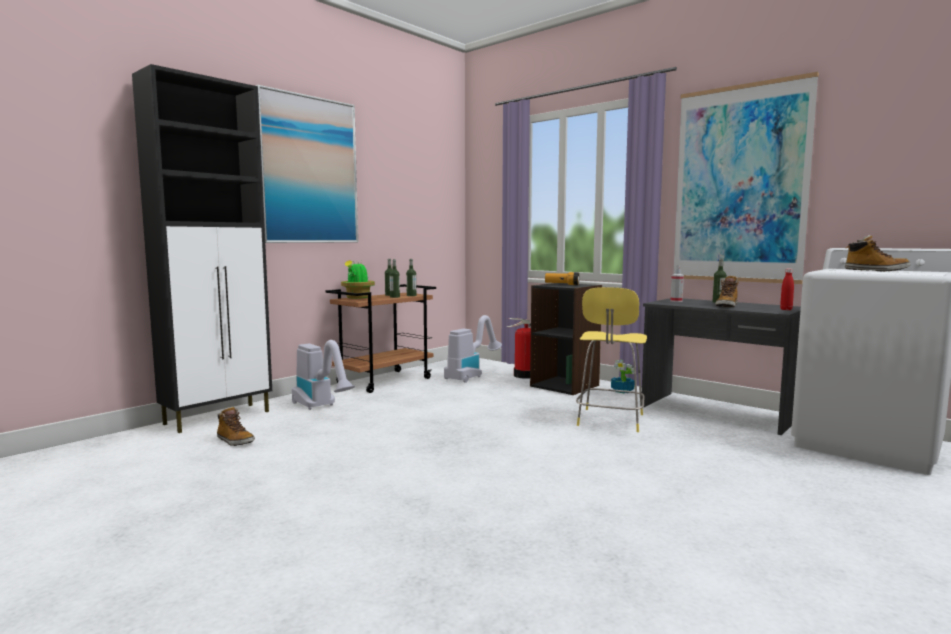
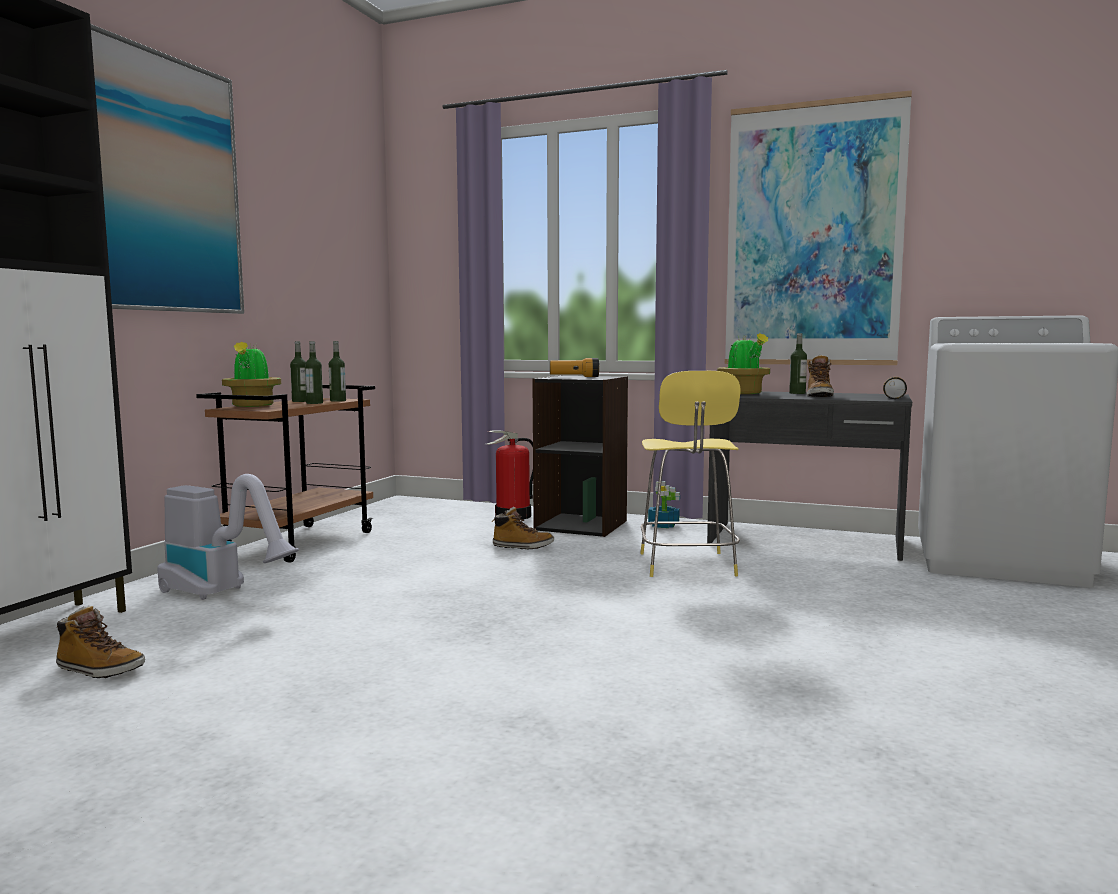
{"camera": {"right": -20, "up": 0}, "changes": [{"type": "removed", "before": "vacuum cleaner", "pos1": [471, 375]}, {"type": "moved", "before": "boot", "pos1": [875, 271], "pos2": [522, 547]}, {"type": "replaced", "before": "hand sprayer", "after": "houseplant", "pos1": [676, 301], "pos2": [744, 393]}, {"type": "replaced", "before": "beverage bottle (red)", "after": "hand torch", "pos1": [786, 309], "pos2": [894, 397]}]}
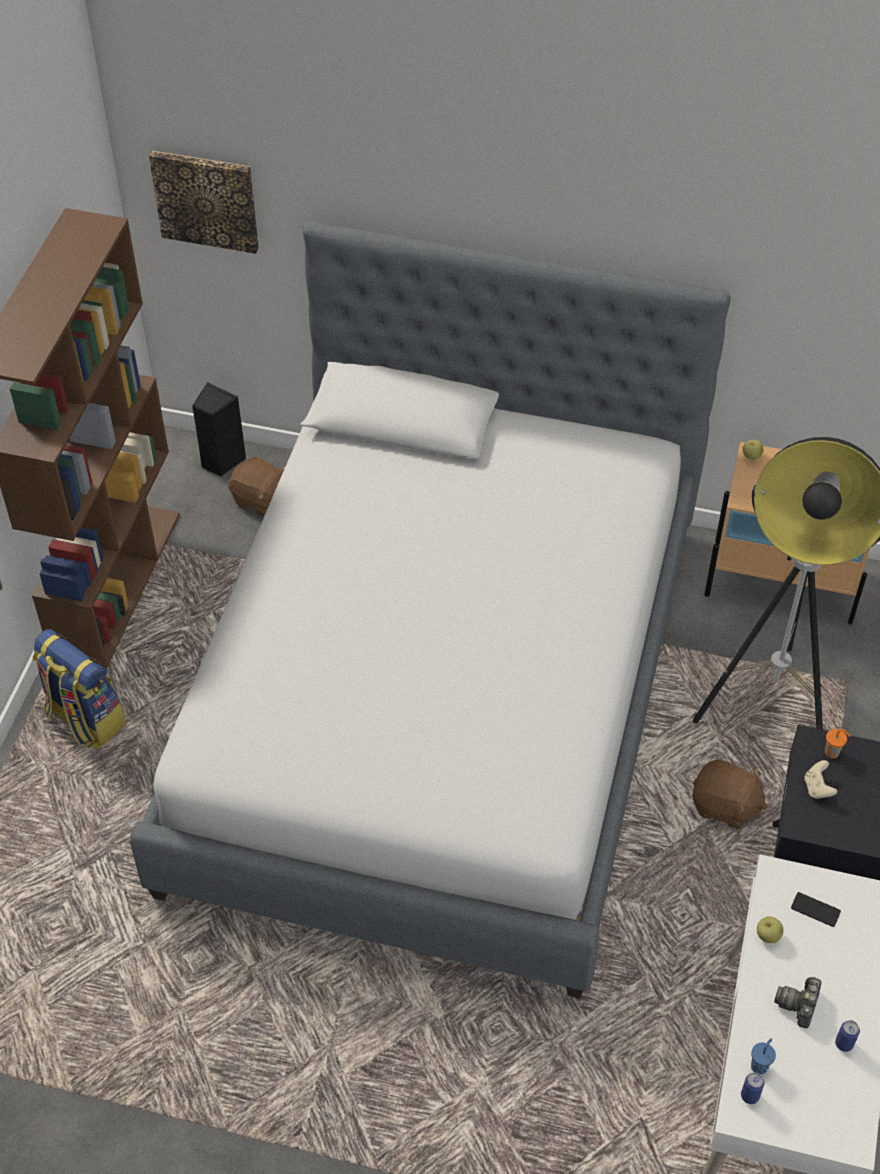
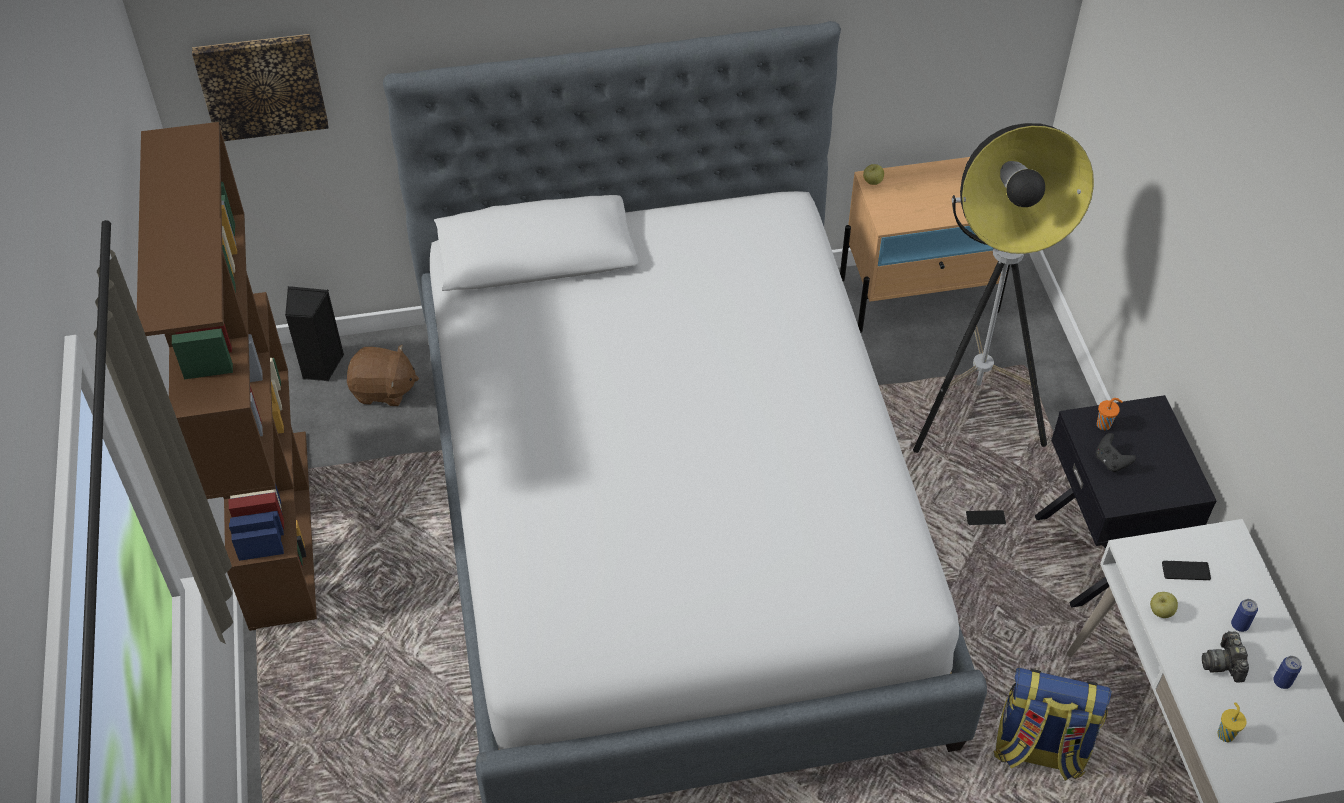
{"camera": {"right": -25, "up": 0}, "changes": [{"type": "moved", "before": "backpack", "pos1": [84, 719], "pos2": [1039, 750]}, {"type": "moved", "before": "can", "pos1": [749, 1096], "pos2": [1239, 625]}, {"type": "replaced", "before": "soft toy (brown-coloured)", "after": "phone", "pos1": [725, 806], "pos2": [985, 518]}, {"type": "recoloured", "before": "drinking cup (bluish)", "after": "drinking cup (yellow-coloured)", "pos1": [759, 1066], "pos2": [1225, 733]}, {"type": "recoloured", "before": "gamepad (beige-coloured)", "after": "gamepad (black-coloured)", "pos1": [817, 788], "pos2": [1111, 461]}]}
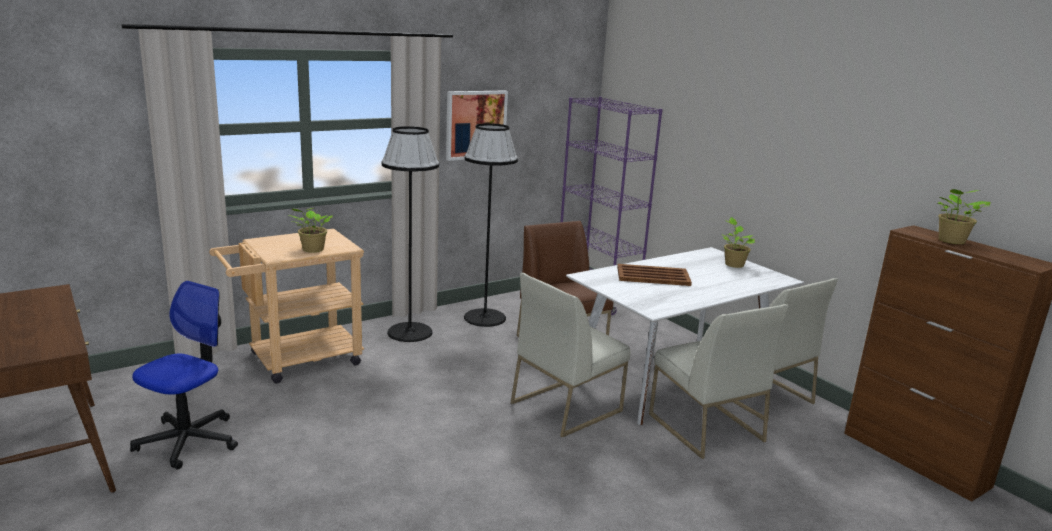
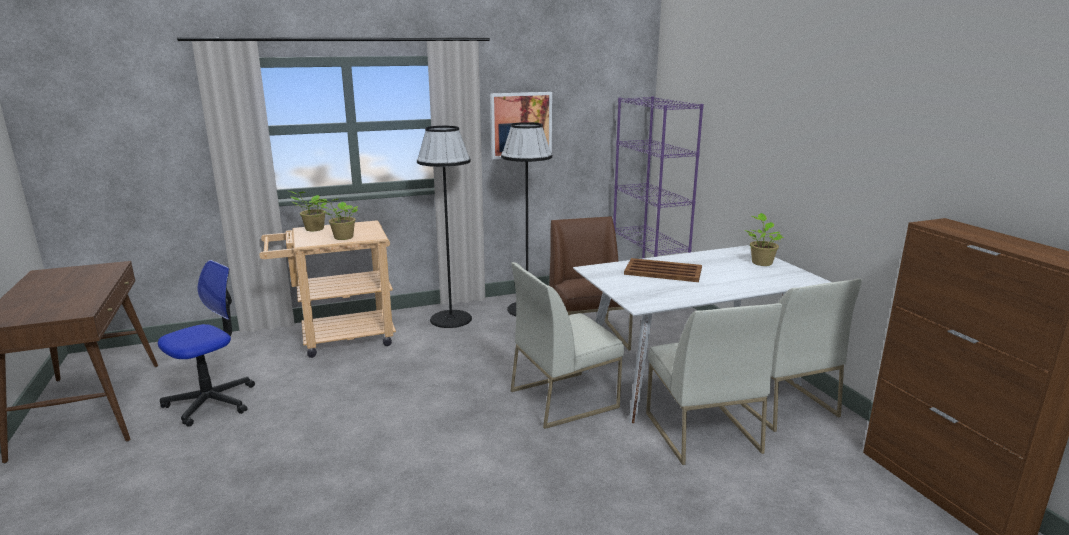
{"camera": {"right": 15, "up": 0}, "changes": [{"type": "moved", "before": "houseplant", "pos1": [951, 241], "pos2": [313, 229]}]}
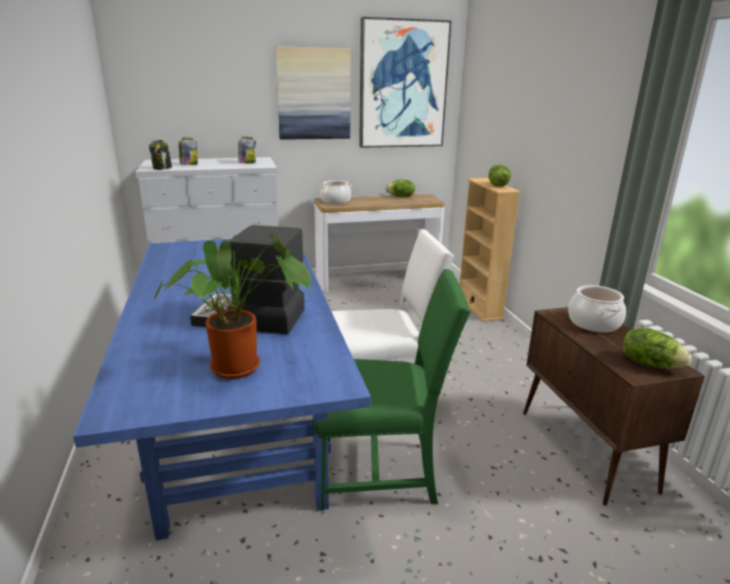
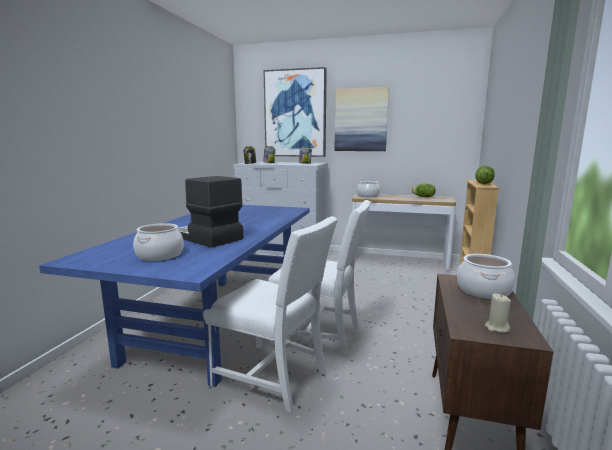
{"camera": {"right": 30, "up": -10}, "changes": [{"type": "moved", "before": "wall art", "pos1": [402, 85], "pos2": [295, 113]}, {"type": "replaced", "before": "houseplant", "after": "stockpot", "pos1": [241, 366], "pos2": [160, 255]}, {"type": "replaced", "before": "head of lettuce", "after": "wax candle (beige-coloured)", "pos1": [649, 363], "pos2": [497, 328]}, {"type": "recoloured", "before": "chair (green-coloured)", "after": "chair (white)", "pos1": [381, 471], "pos2": [273, 377]}]}
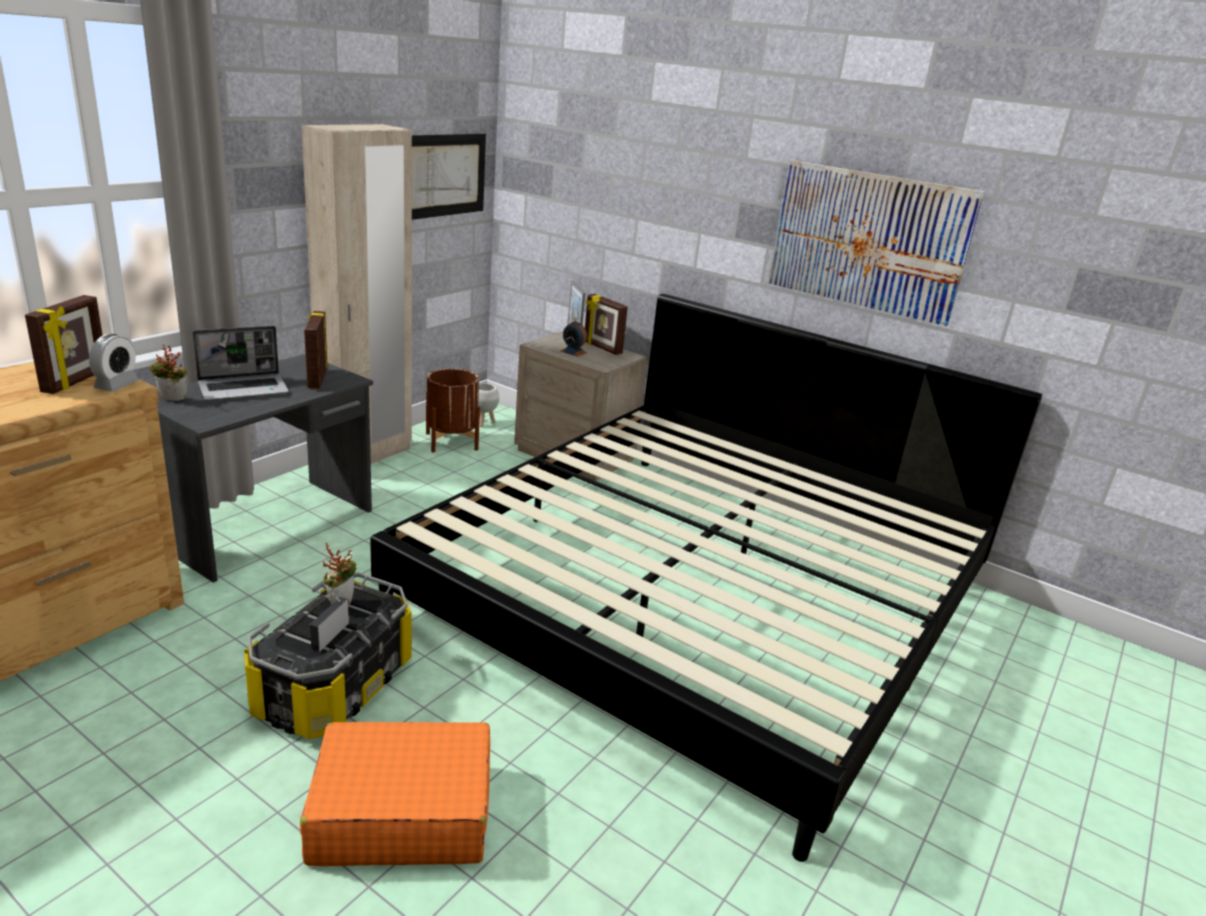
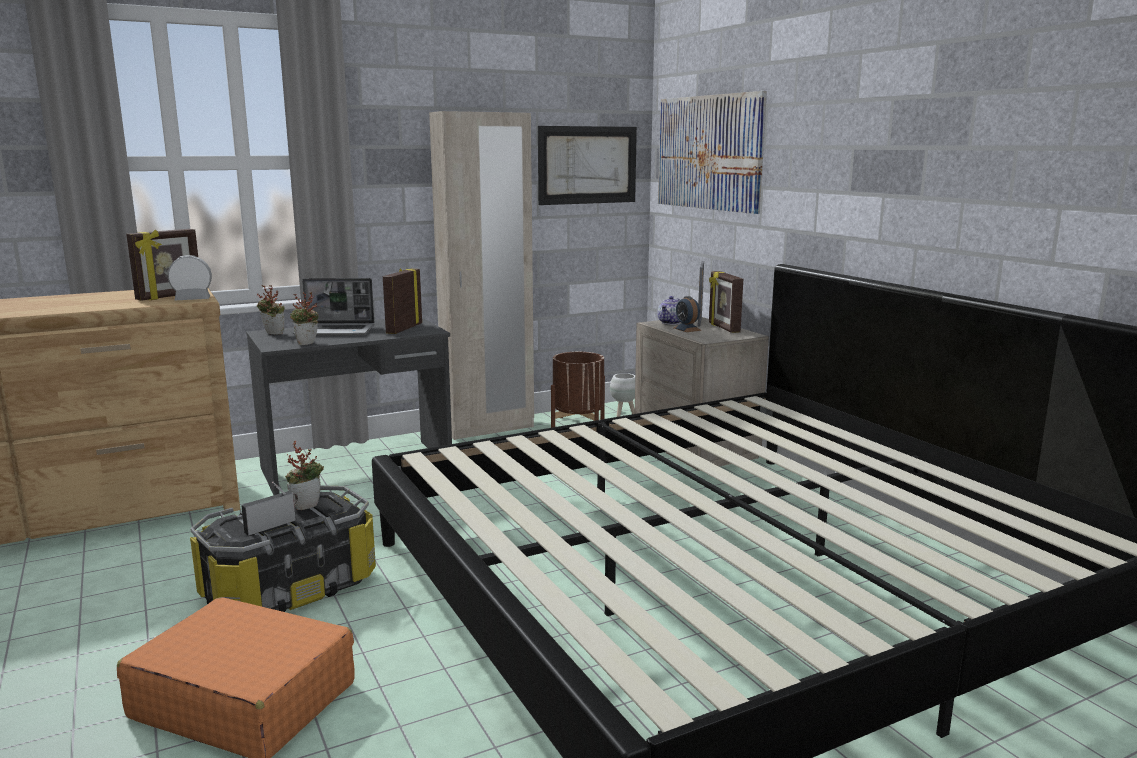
{"camera": {"right": 30, "up": -10}, "changes": [{"type": "added", "after": "houseplant", "pos2": [307, 344]}, {"type": "added", "after": "pot for tea", "pos2": [671, 323]}, {"type": "moved", "before": "wall art", "pos1": [868, 240], "pos2": [709, 152]}, {"type": "turned", "before": "table clock", "pos1": [117, 385], "pos2": [192, 299], "turn": -150}]}
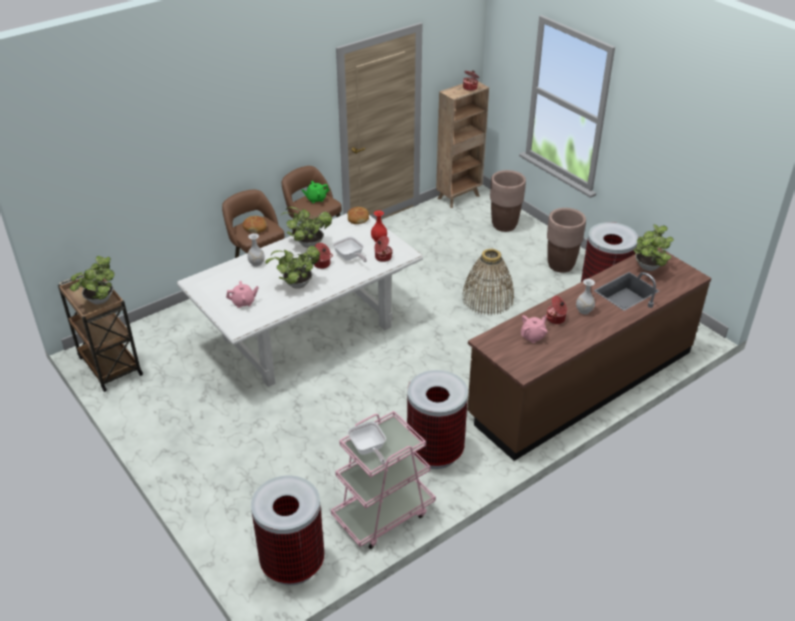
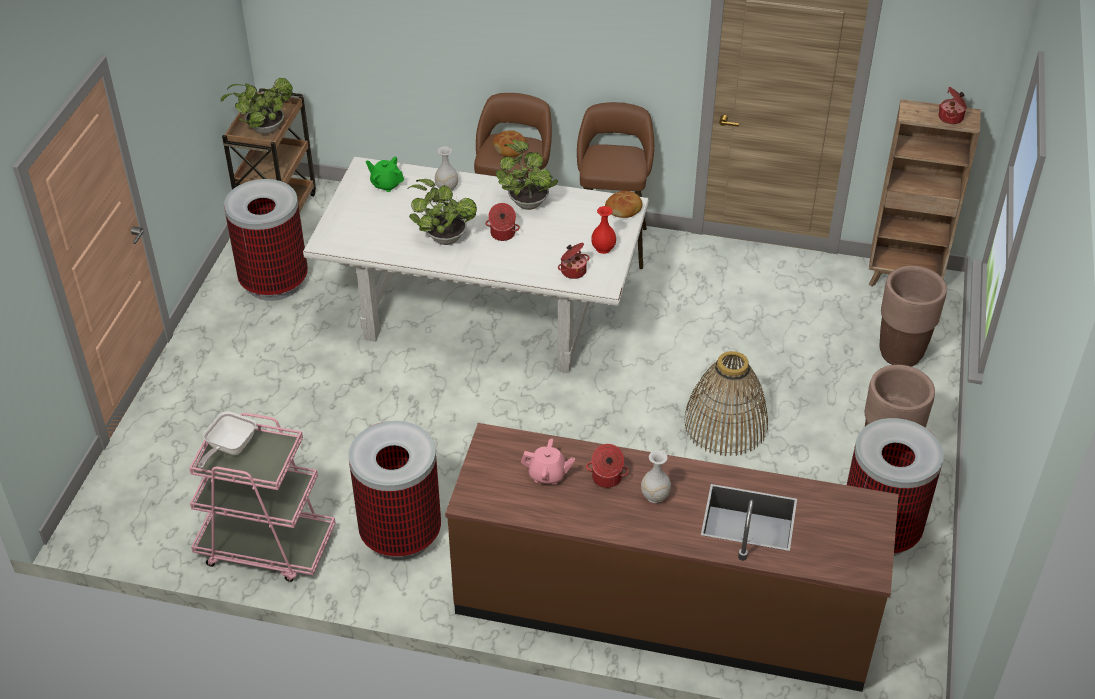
{"camera": {"right": 50, "up": 5}, "changes": [{"type": "removed", "before": "pot for tea (pink-coloured)", "pos1": [243, 302]}, {"type": "removed", "before": "skillet", "pos1": [350, 257]}, {"type": "removed", "before": "houseplant", "pos1": [648, 268]}, {"type": "moved", "before": "rubbish bin", "pos1": [292, 563], "pos2": [274, 282]}, {"type": "moved", "before": "pot for tea (green-coloured)", "pos1": [316, 199], "pos2": [386, 184]}]}
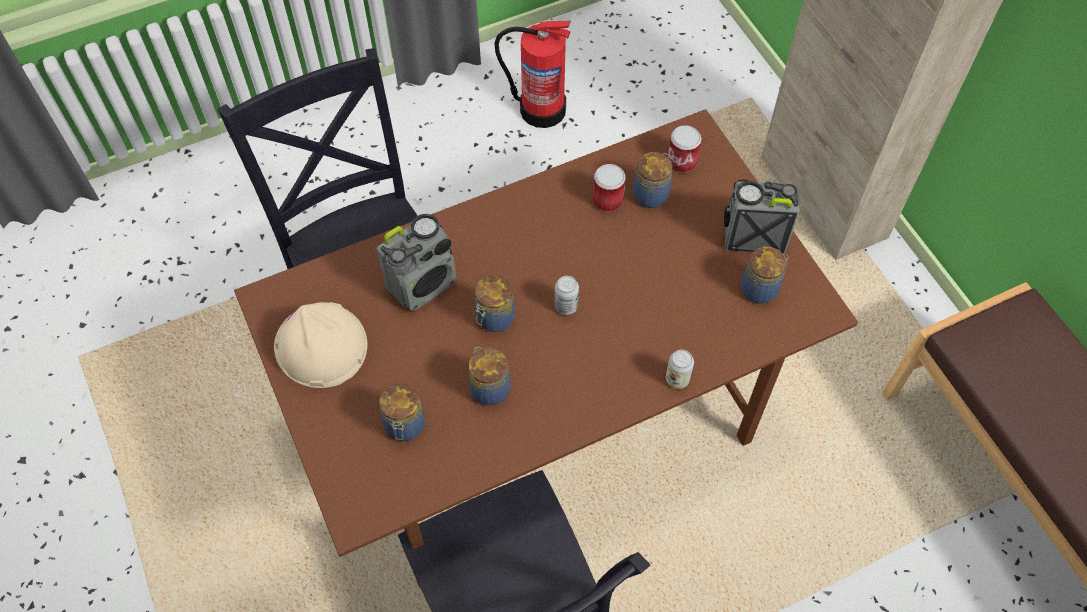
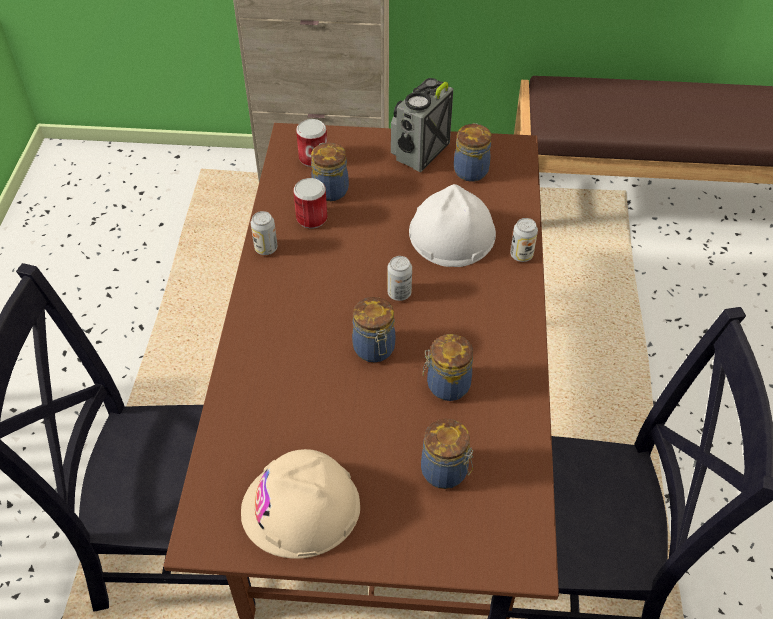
{"camera": {"right": -60, "up": -10}, "changes": [{"type": "removed", "before": "radio set", "pos1": [423, 284]}, {"type": "removed", "before": "fire extinguisher", "pos1": [541, 109]}, {"type": "added", "after": "can", "pos2": [266, 248]}, {"type": "added", "after": "hard hat (white)", "pos2": [451, 233]}]}
